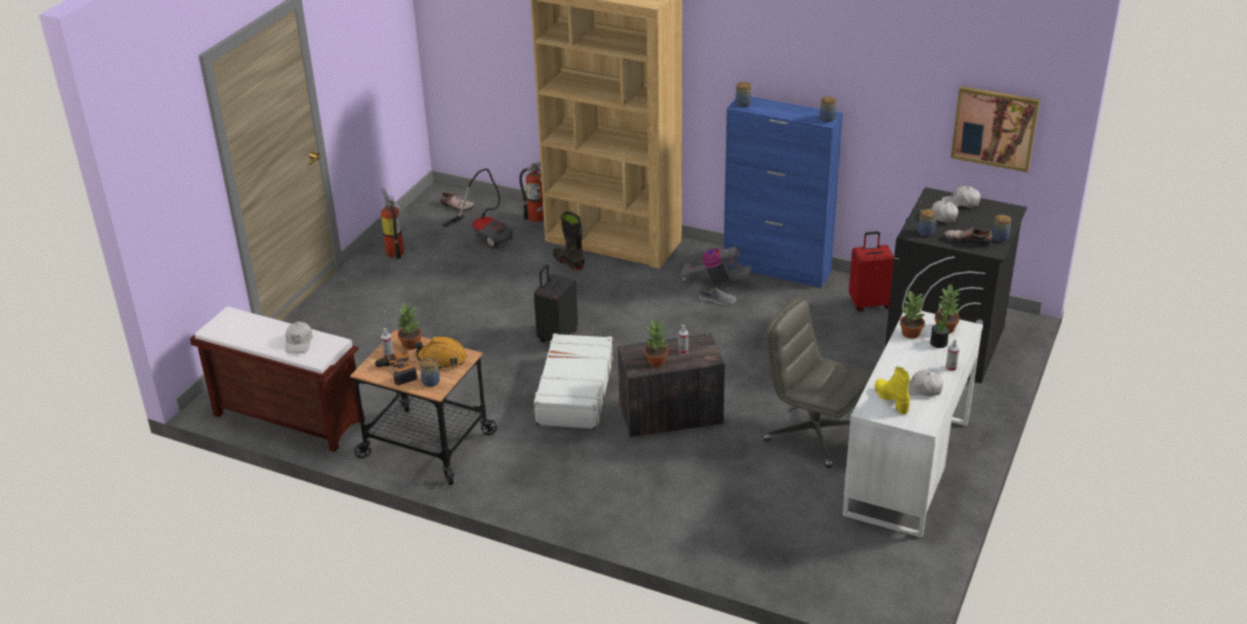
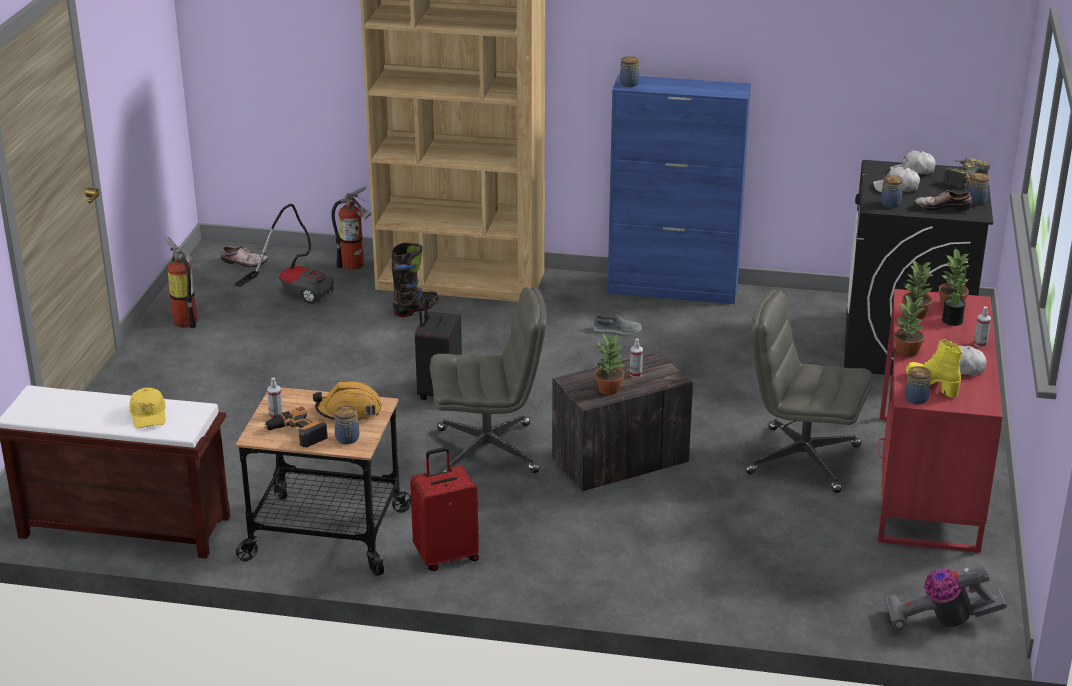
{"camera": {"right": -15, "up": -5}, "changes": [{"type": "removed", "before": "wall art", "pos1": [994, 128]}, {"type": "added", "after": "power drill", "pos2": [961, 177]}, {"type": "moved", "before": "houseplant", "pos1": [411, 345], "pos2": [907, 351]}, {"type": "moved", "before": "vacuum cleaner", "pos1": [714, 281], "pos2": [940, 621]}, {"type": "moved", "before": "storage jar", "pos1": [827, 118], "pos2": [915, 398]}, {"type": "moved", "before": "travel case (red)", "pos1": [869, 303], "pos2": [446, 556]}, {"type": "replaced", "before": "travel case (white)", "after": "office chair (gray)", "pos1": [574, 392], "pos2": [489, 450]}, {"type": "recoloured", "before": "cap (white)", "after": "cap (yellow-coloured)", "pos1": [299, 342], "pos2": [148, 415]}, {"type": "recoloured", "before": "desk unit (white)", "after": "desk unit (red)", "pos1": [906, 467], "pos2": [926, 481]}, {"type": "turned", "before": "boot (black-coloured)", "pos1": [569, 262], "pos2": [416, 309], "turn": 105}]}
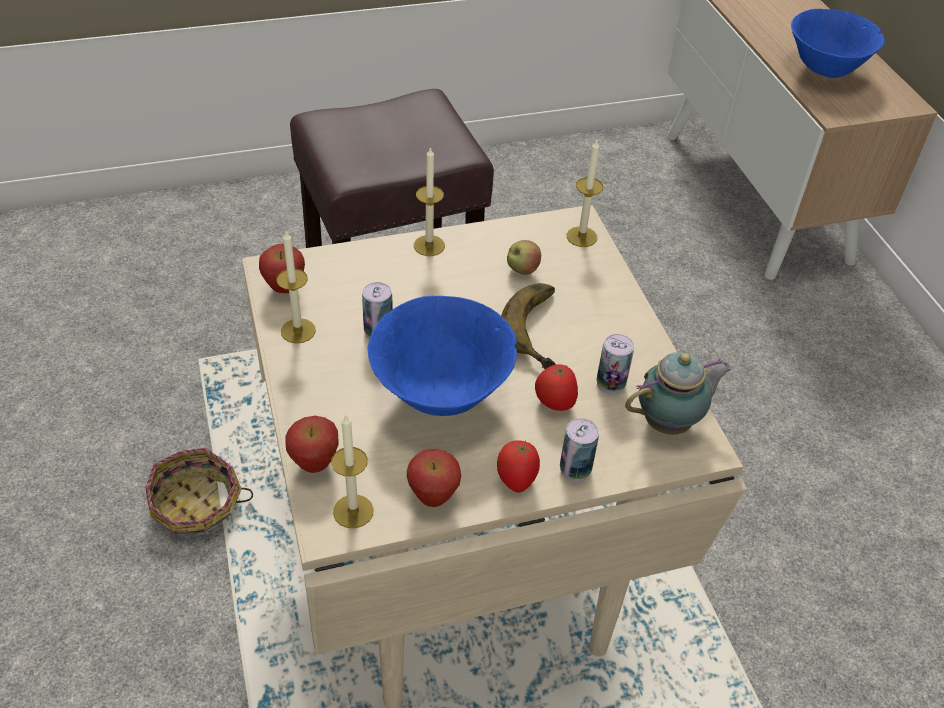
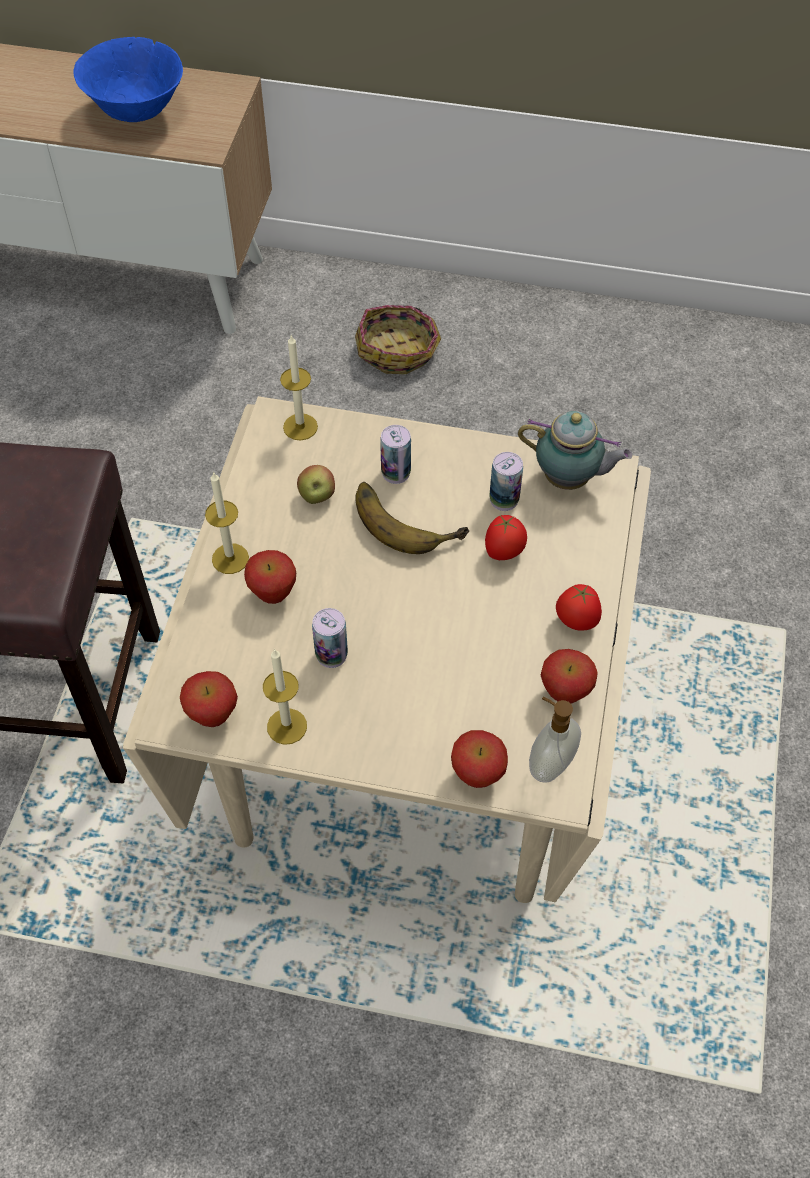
{"camera": {"right": -60, "up": 10}, "changes": [{"type": "removed", "before": "deep dish (bluish)", "pos1": [441, 394]}, {"type": "added", "after": "apple fruit", "pos2": [273, 594]}, {"type": "moved", "before": "household basket", "pos1": [197, 504], "pos2": [398, 349]}, {"type": "moved", "before": "can", "pos1": [575, 470], "pos2": [396, 473]}, {"type": "replaced", "before": "wax candle", "after": "soap bottle", "pos1": [353, 511], "pos2": [549, 764]}, {"type": "turned", "before": "pot for tea", "pos1": [670, 422], "pos2": [569, 479], "turn": 105}]}
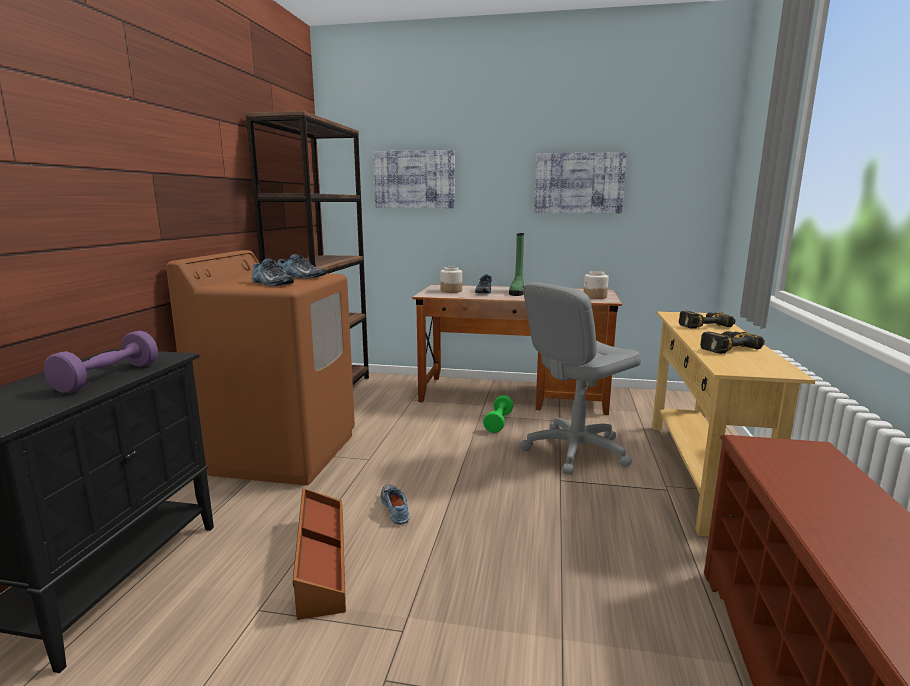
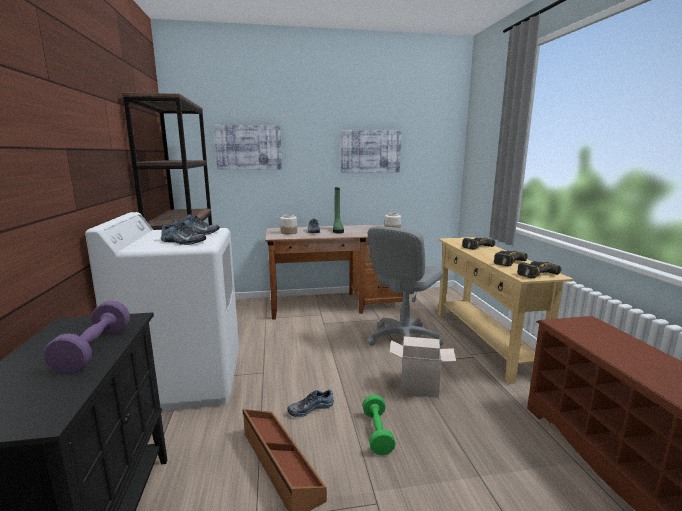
{"camera": {"right": -20, "up": 0}, "changes": [{"type": "added", "after": "packing box", "pos2": [420, 387]}, {"type": "added", "after": "power drill", "pos2": [533, 273]}, {"type": "moved", "before": "dumbbell (green-coloured)", "pos1": [498, 422], "pos2": [377, 433]}, {"type": "recoloured", "before": "washing machine (brown-coloured)", "after": "washing machine (white)", "pos1": [281, 452], "pos2": [185, 380]}, {"type": "turned", "before": "shoe", "pos1": [396, 508], "pos2": [310, 408], "turn": -75}]}
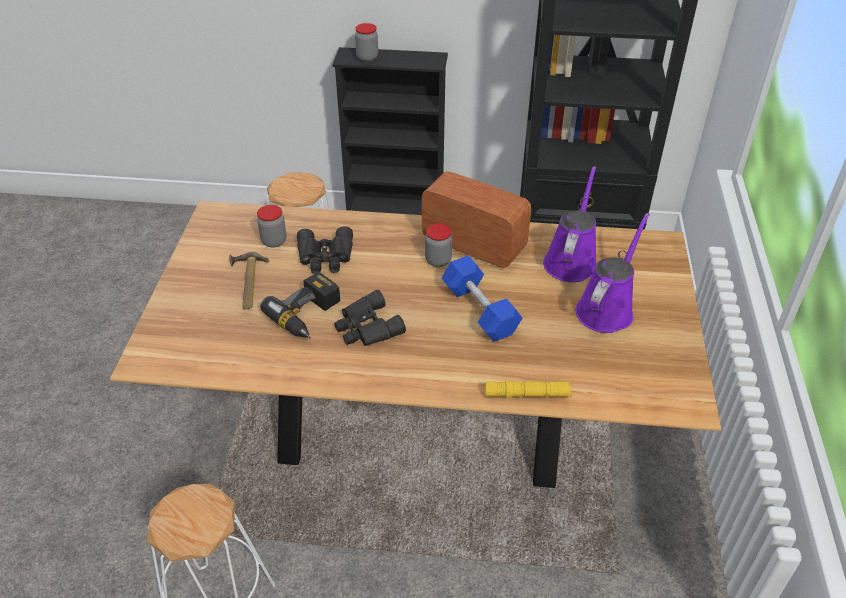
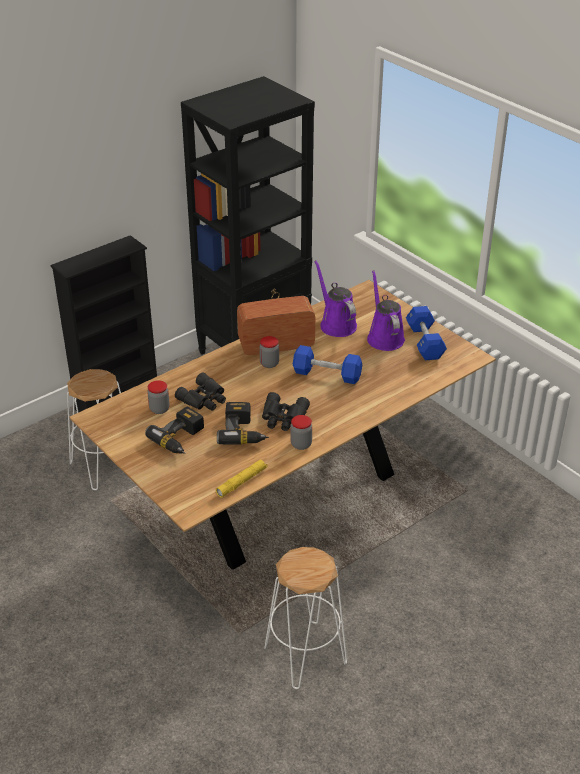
{"camera": {"right": -45, "up": -5}, "changes": [{"type": "added", "after": "dumbbell (bluish)", "pos2": [424, 342]}, {"type": "moved", "before": "storage jar", "pos1": [367, 57], "pos2": [301, 444]}, {"type": "moved", "before": "hand torch (yellow-coloured)", "pos1": [527, 394], "pos2": [242, 482]}, {"type": "replaced", "before": "hand hammer", "after": "power drill", "pos1": [246, 283], "pos2": [181, 439]}]}
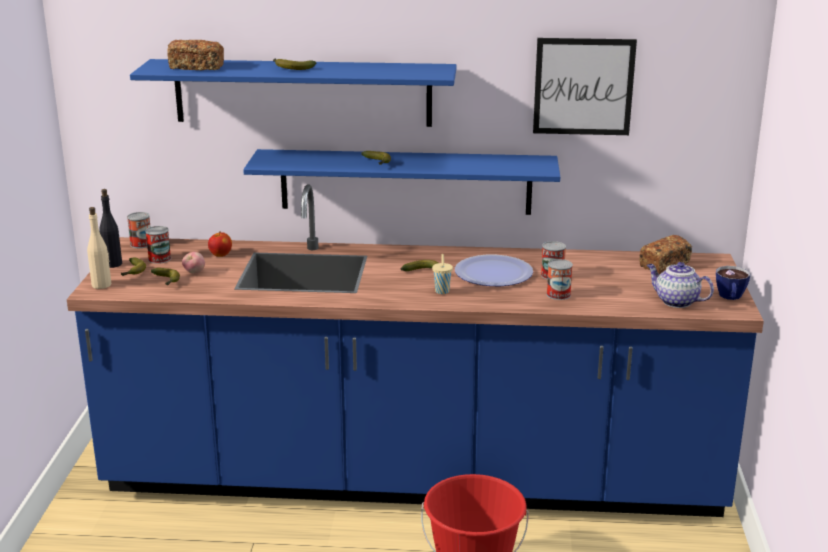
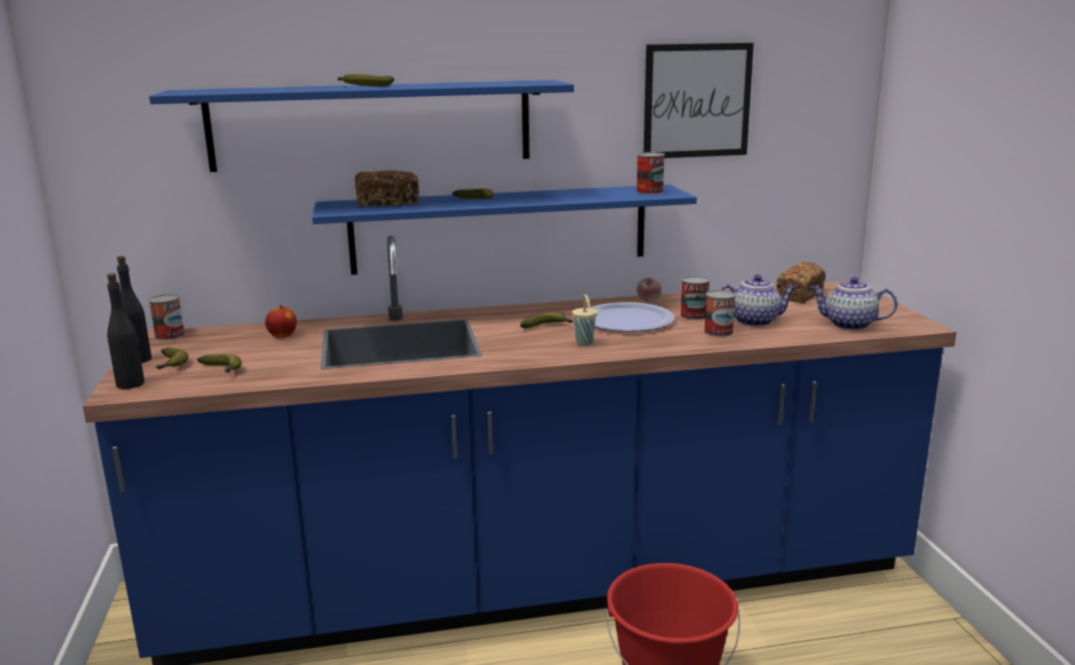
{"camera": {"right": -15, "up": -5}, "changes": [{"type": "removed", "before": "drinking cup", "pos1": [730, 297]}, {"type": "added", "after": "pot for tea", "pos2": [755, 321]}, {"type": "moved", "before": "can", "pos1": [159, 259], "pos2": [649, 192]}, {"type": "moved", "before": "baked bread", "pos1": [197, 67], "pos2": [388, 203]}, {"type": "moved", "before": "apple fruit", "pos1": [194, 273], "pos2": [648, 301]}, {"type": "recoloured", "before": "beverage bottle (beige-coloured)", "after": "beverage bottle (black-coloured)", "pos1": [102, 285], "pos2": [131, 384]}]}
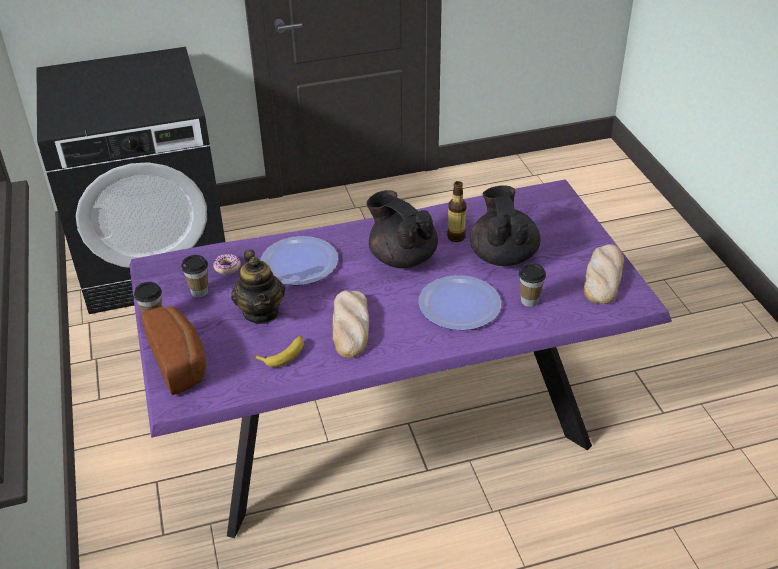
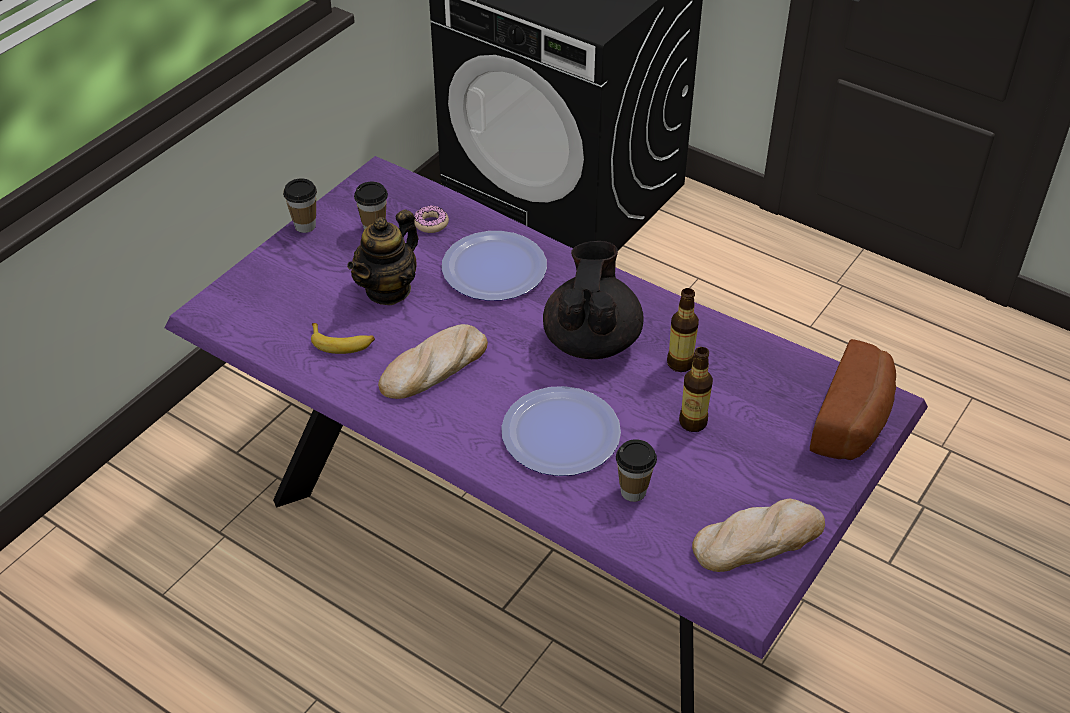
{"camera": {"right": 50, "up": 5}, "changes": [{"type": "moved", "before": "baked bread", "pos1": [180, 360], "pos2": [854, 421]}, {"type": "replaced", "before": "pot for tea (black-coloured)", "after": "beverage bottle", "pos1": [503, 255], "pos2": [693, 422]}]}
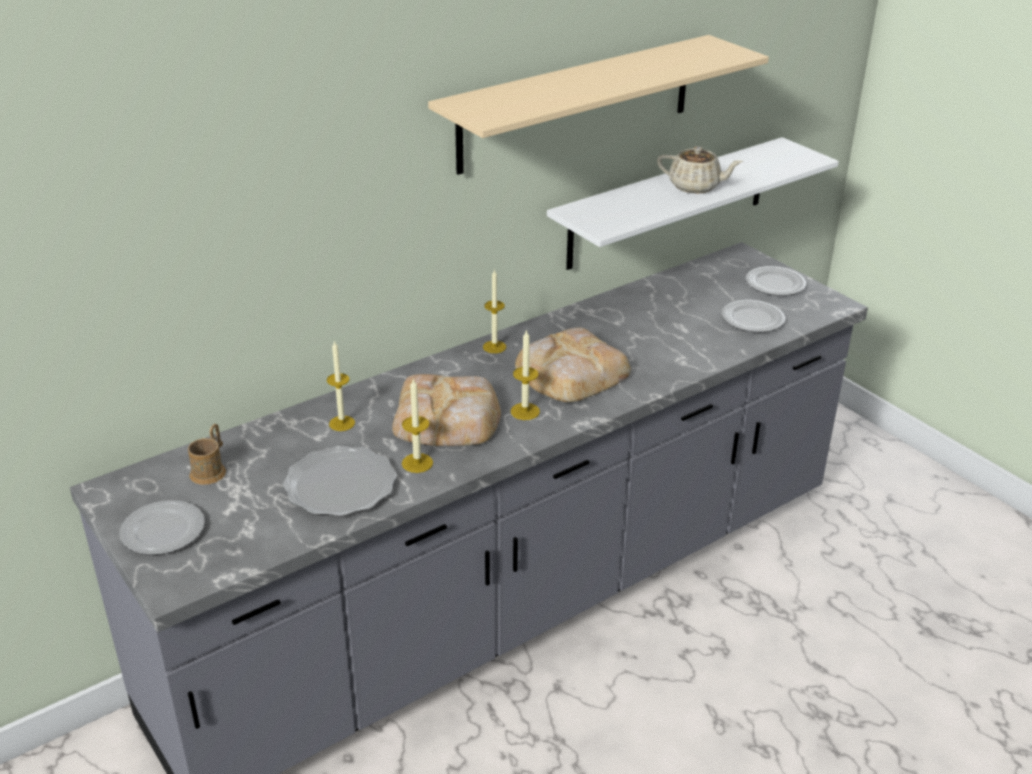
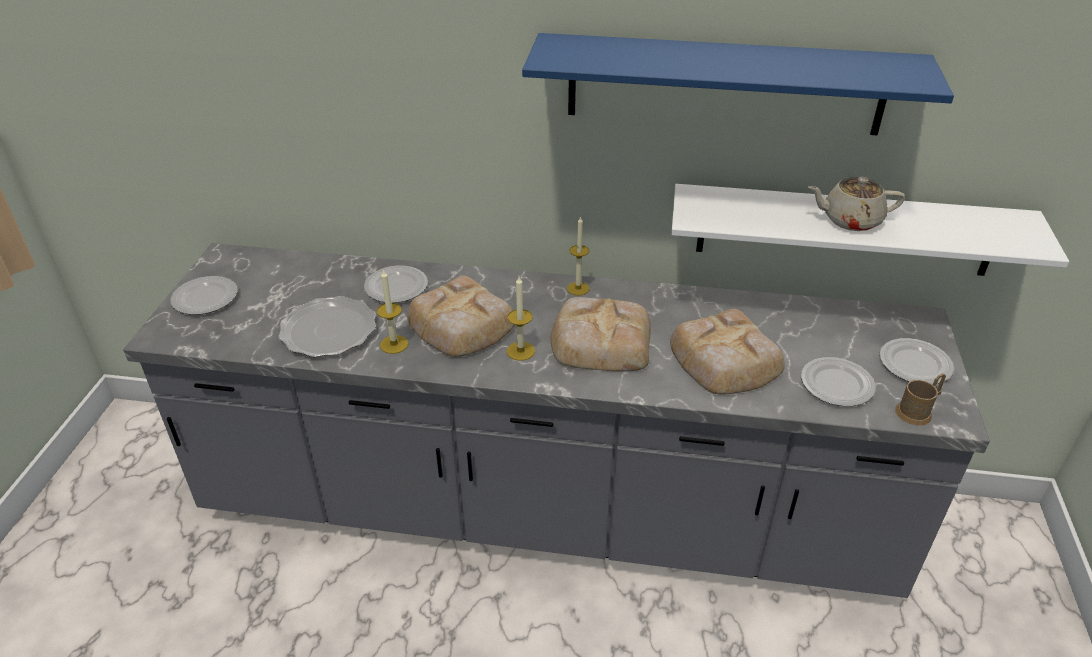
{"camera": {"right": 45, "up": 5}, "changes": [{"type": "added", "after": "baked bread", "pos2": [725, 360]}, {"type": "moved", "before": "mug (brown-coloured)", "pos1": [210, 470], "pos2": [917, 411]}, {"type": "replaced", "before": "wax candle", "after": "plate", "pos1": [342, 423], "pos2": [396, 288]}, {"type": "recoloured", "before": "bracket shelf (beige-coloured)", "after": "bracket shelf (bluish)", "pos1": [577, 103], "pos2": [724, 84]}, {"type": "turned", "before": "pot for tea (beige-coloured)", "pos1": [695, 186], "pos2": [850, 220], "turn": 120}]}
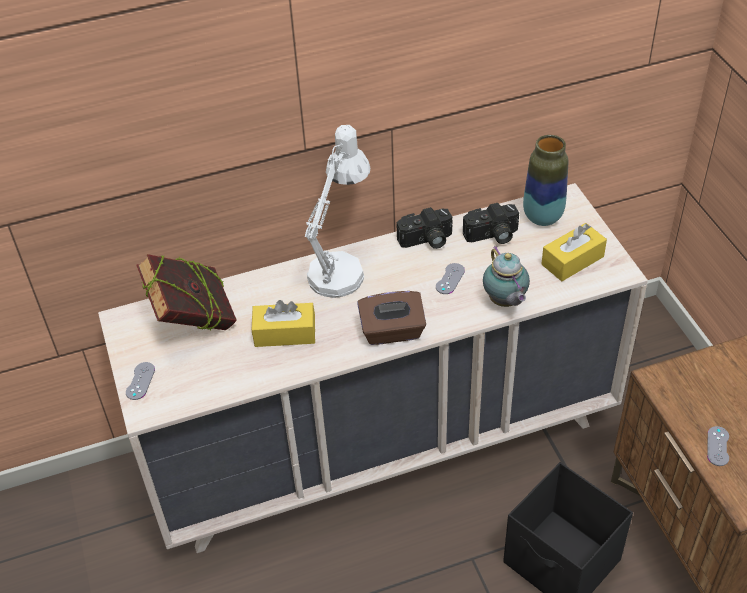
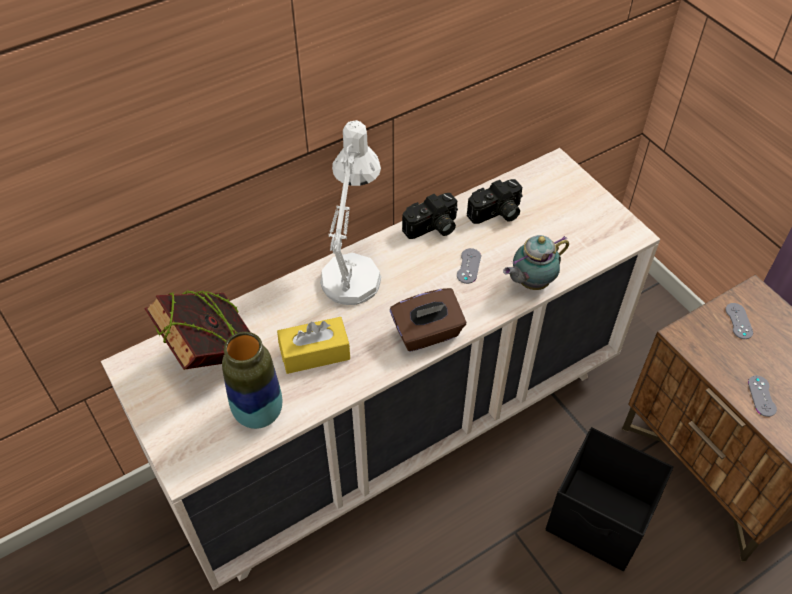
{"camera": {"right": -15, "up": 5}, "changes": [{"type": "removed", "before": "tissue box (yellow-coloured)", "pos1": [572, 260]}, {"type": "moved", "before": "gamepad (gray)", "pos1": [140, 381], "pos2": [738, 321]}, {"type": "moved", "before": "flower vase", "pos1": [542, 217], "pos2": [258, 413]}, {"type": "turned", "before": "pot for tea", "pos1": [505, 302], "pos2": [531, 283], "turn": 90}]}
